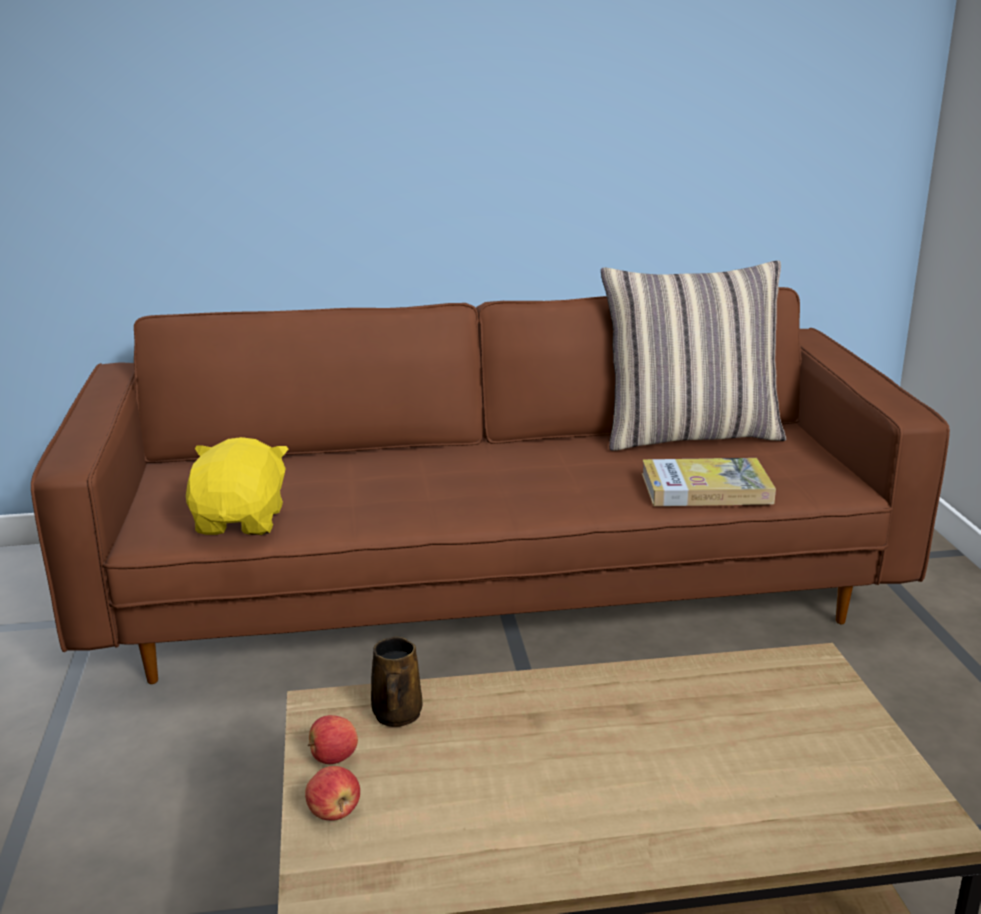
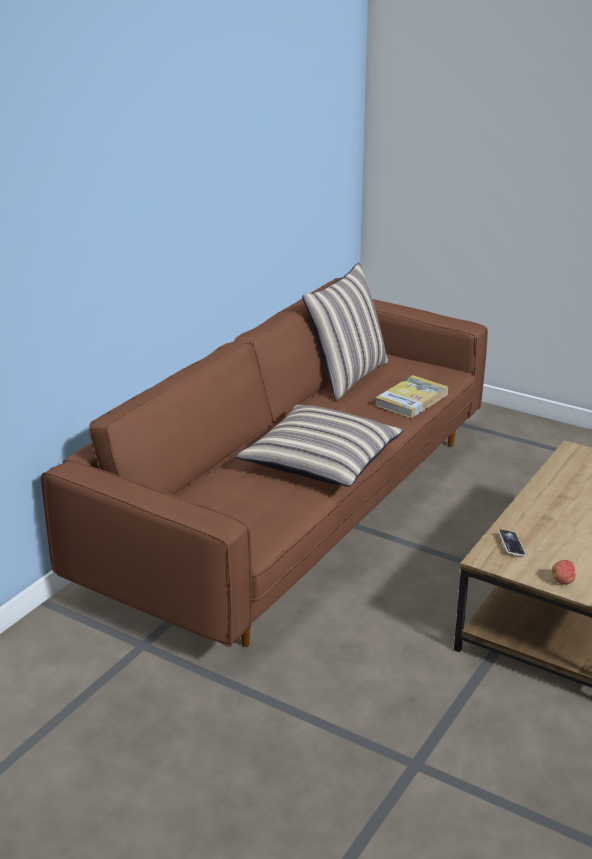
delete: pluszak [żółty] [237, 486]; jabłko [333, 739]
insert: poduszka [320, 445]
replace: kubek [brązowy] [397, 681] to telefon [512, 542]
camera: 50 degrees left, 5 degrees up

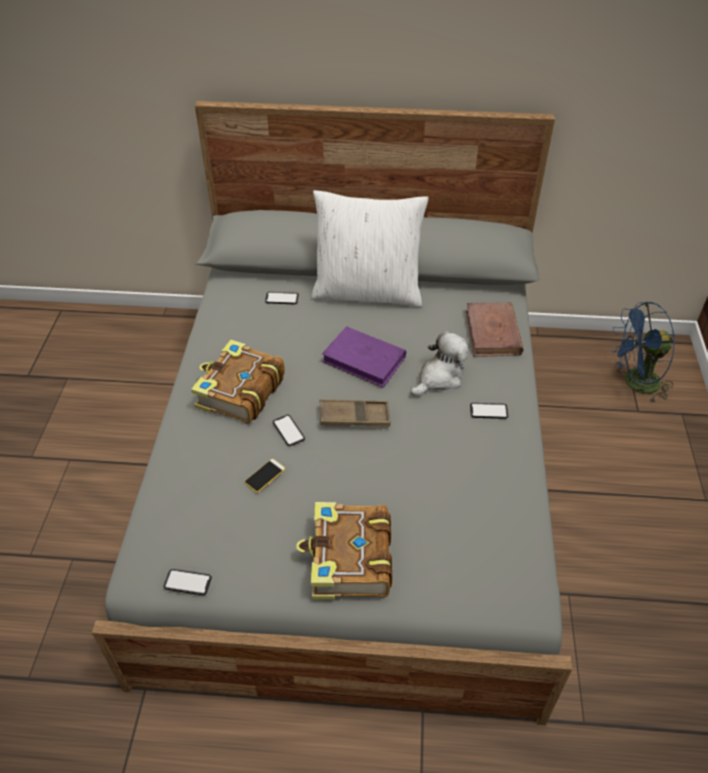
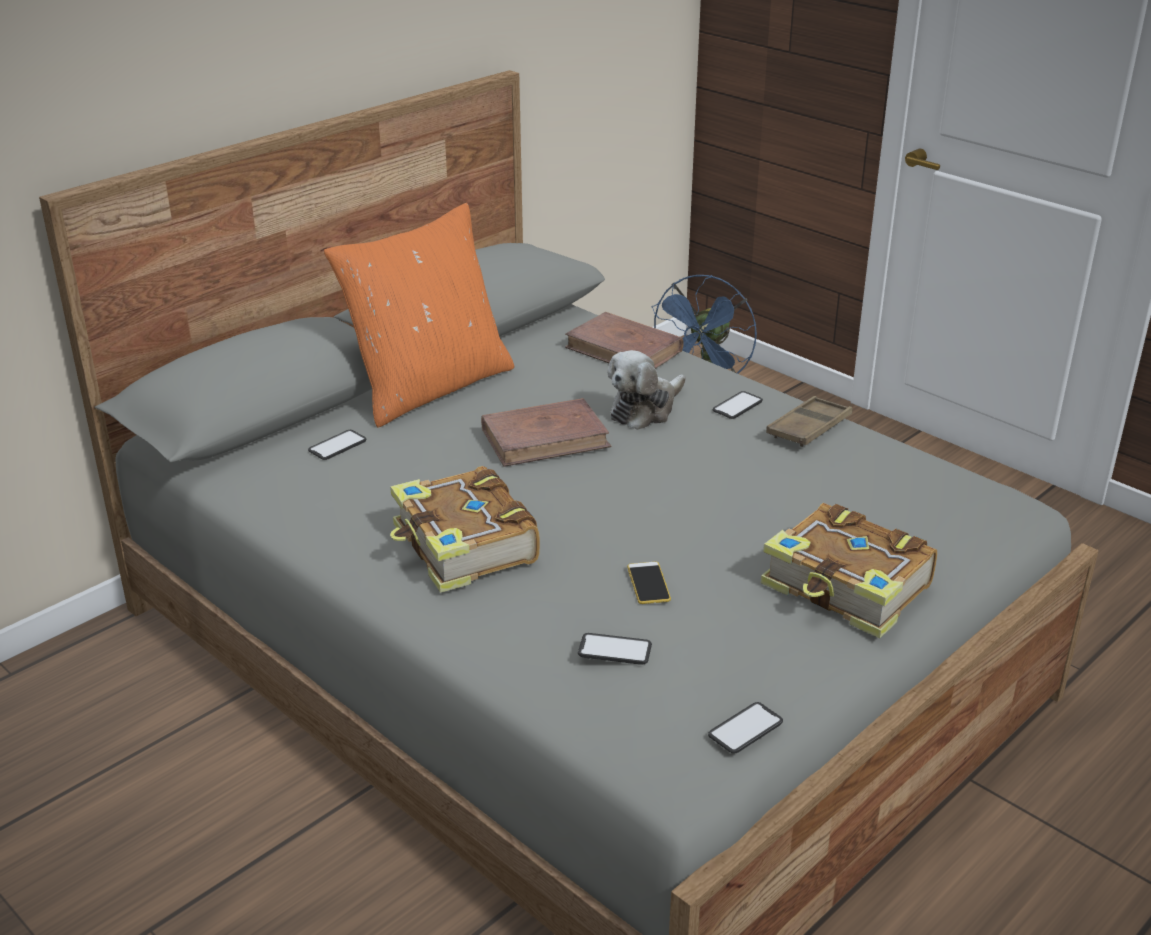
move: telefon [289, 430] to [615, 649]; taca [brązowy] [355, 412] to [809, 421]
recolor: poduszka [biały] [370, 248] to poduszka [pomarańczowy] [419, 315]; książka [fioletowy] [364, 357] to książka [brązowy] [546, 432]
rotate: pluszak [439, 364] = [647, 390] 135 degrees counterclockwise
camera: 50 degrees left, 15 degrees down

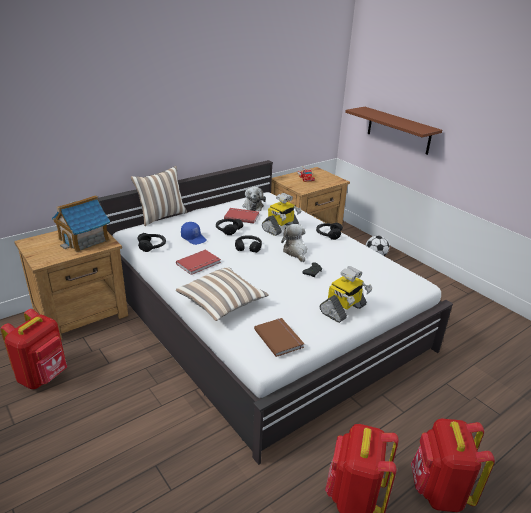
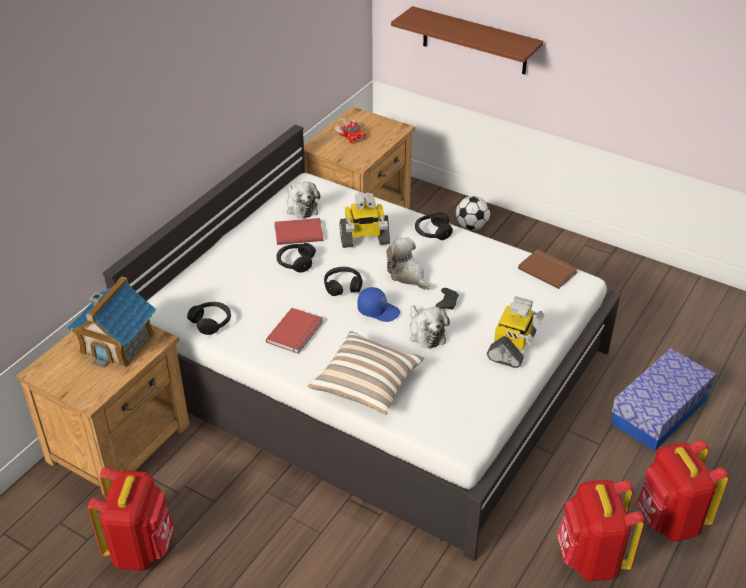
delete: poduszka [159, 196]
insert: pluszak [430, 327]; pojemnik do przechowywania [663, 399]
move: czapka z daszkiem [niebieski] [194, 233] to [378, 304]; książka [brązowy] [279, 337] to [548, 269]
rotate: robot zabawkowy [282, 214] = [365, 220] 60 degrees clockwise
camera: 20 degrees left, 10 degrees up

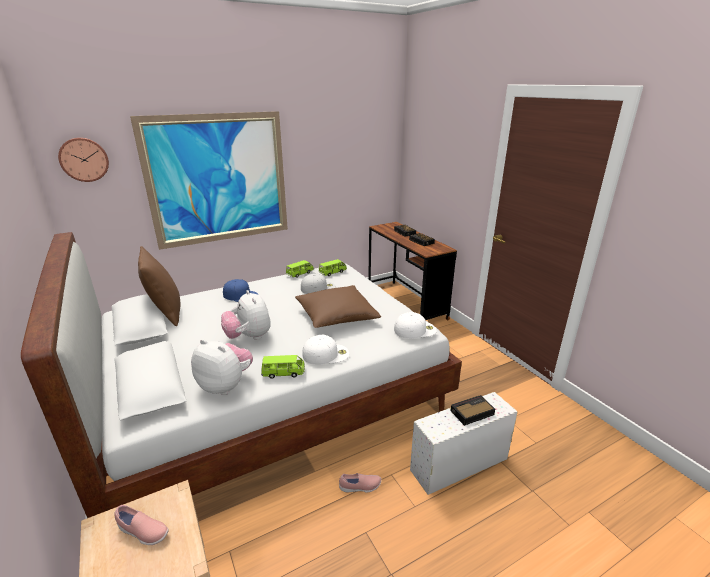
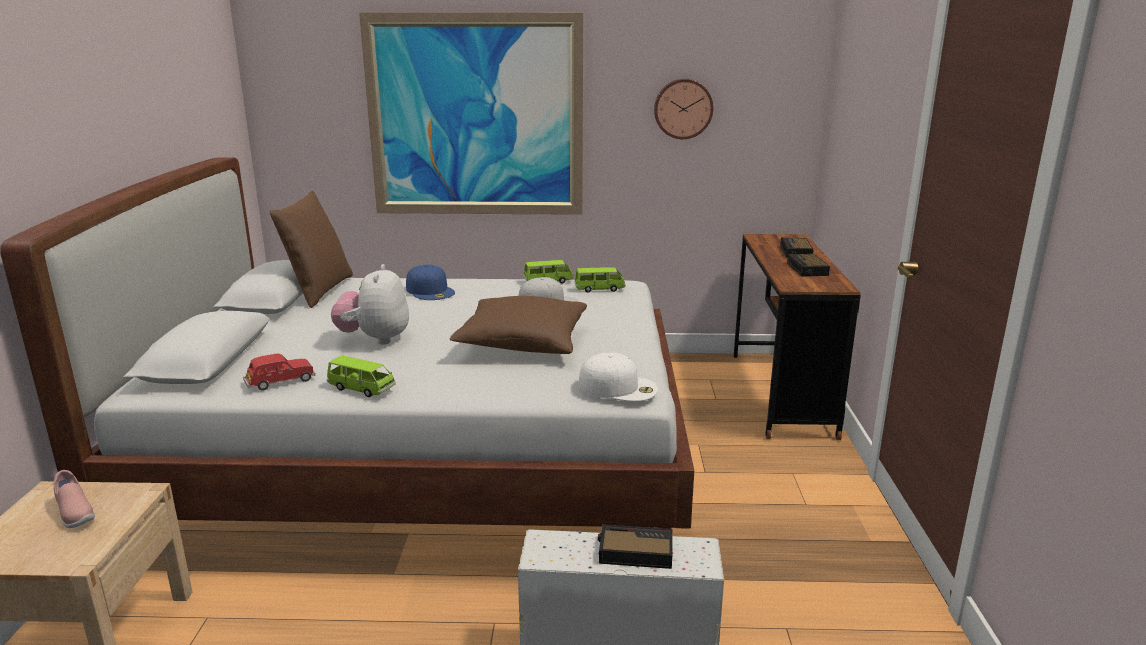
delete: czapka z daszkiem [biały] [325, 350]; but [różowy] [360, 483]
move: zegar ścienny [83, 159] to [683, 109]
replace: pluszak [222, 367] to samochodzik [czerwony] [279, 372]
camera: 30 degrees right, 5 degrees down

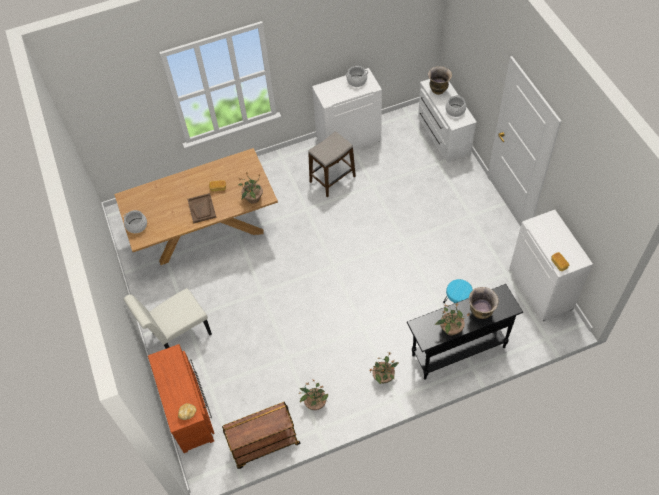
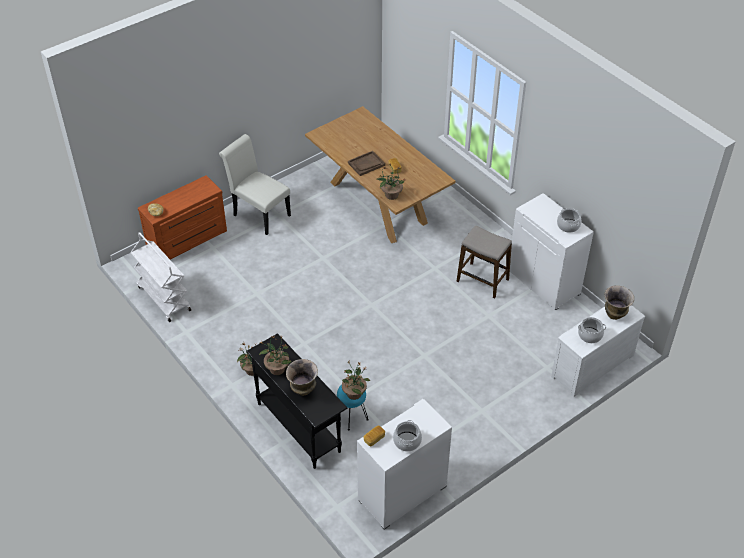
move: garnek [135, 221] to [407, 436]; roślina doniczkowa [313, 394] to [356, 380]
recolor: wózek [brązowy] [261, 435] to wózek [biały] [160, 277]
camera: 70 degrees right, 10 degrees down

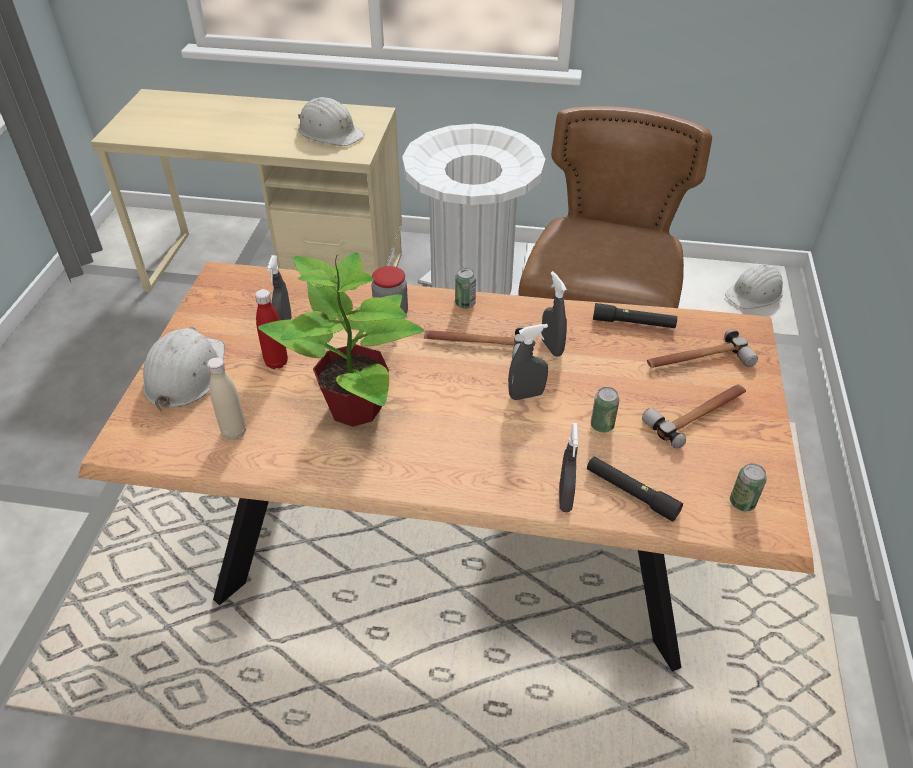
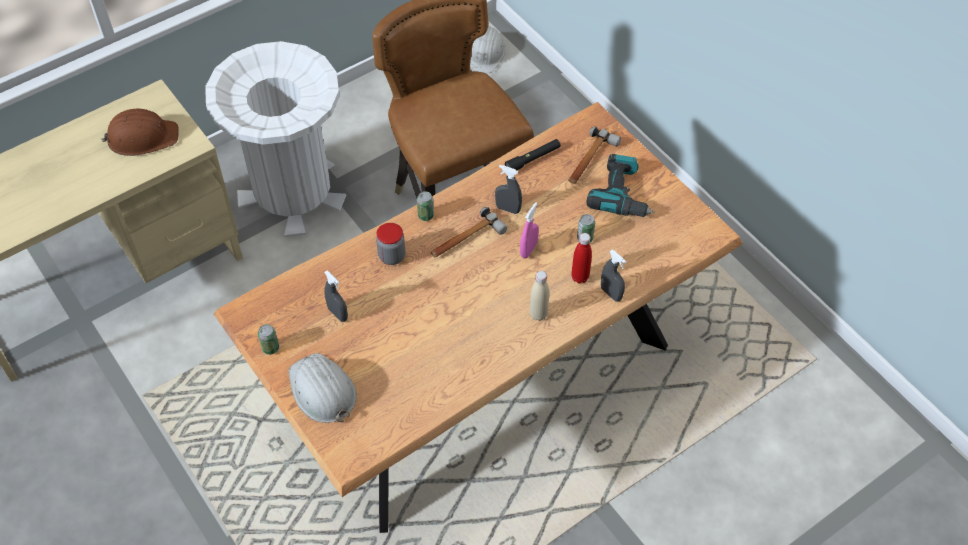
delete: roślina doniczkowa [341, 339]; latarka [czarny] [635, 489]
move: butelka [beżowy] [226, 398] to [539, 296]; butelka [czerwony] [271, 329] to [581, 258]; puszka [748, 487] to [268, 339]
replace: młotek [694, 416] to wiertarka [620, 185]
recolor: kask [biały] [331, 121] to kask [brązowy] [140, 132]; spryskiwacz [szary] [528, 362] to spryskiwacz [różowy] [529, 230]
camera: 45 degrees left, 10 degrees up

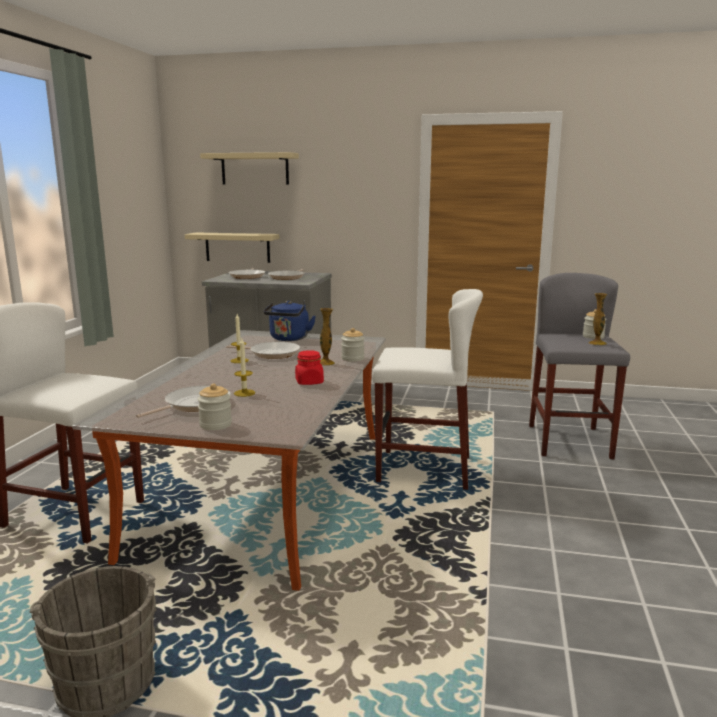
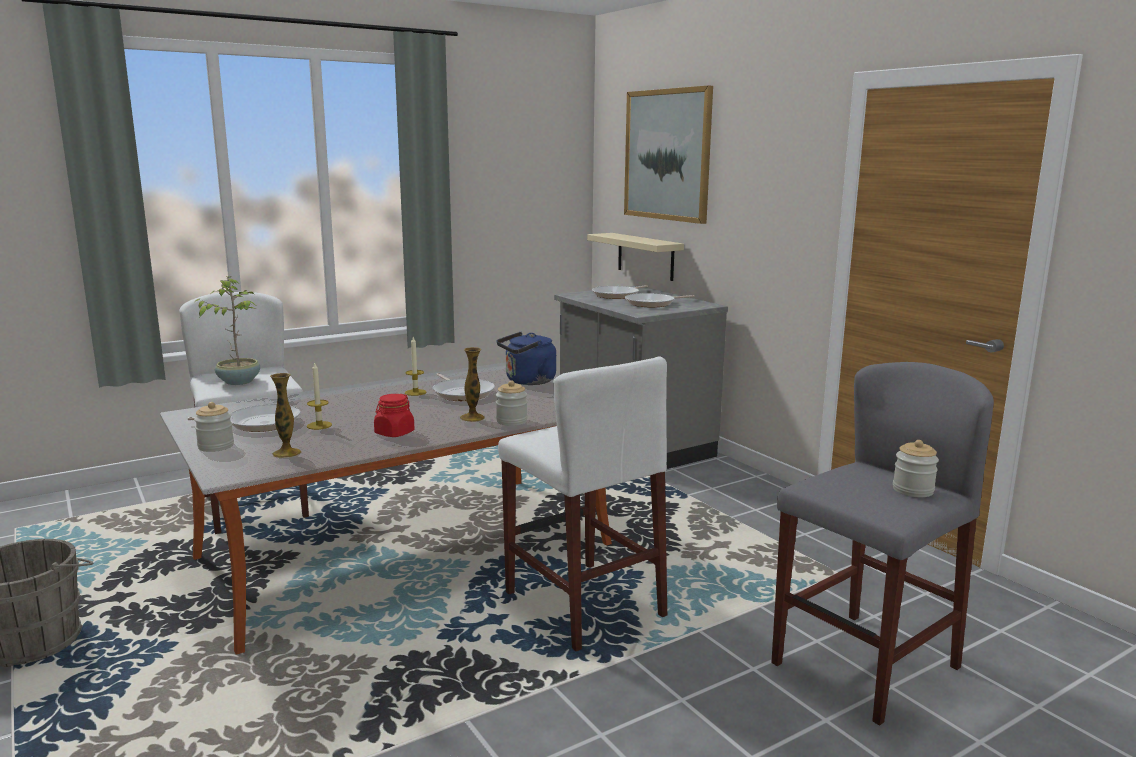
insert: roślina doniczkowa [227, 330]
move: wazon [598, 319] to [285, 415]
replace: półka [beżowy] [249, 168] to obraz [668, 155]
camera: 45 degrees right, 0 degrees up

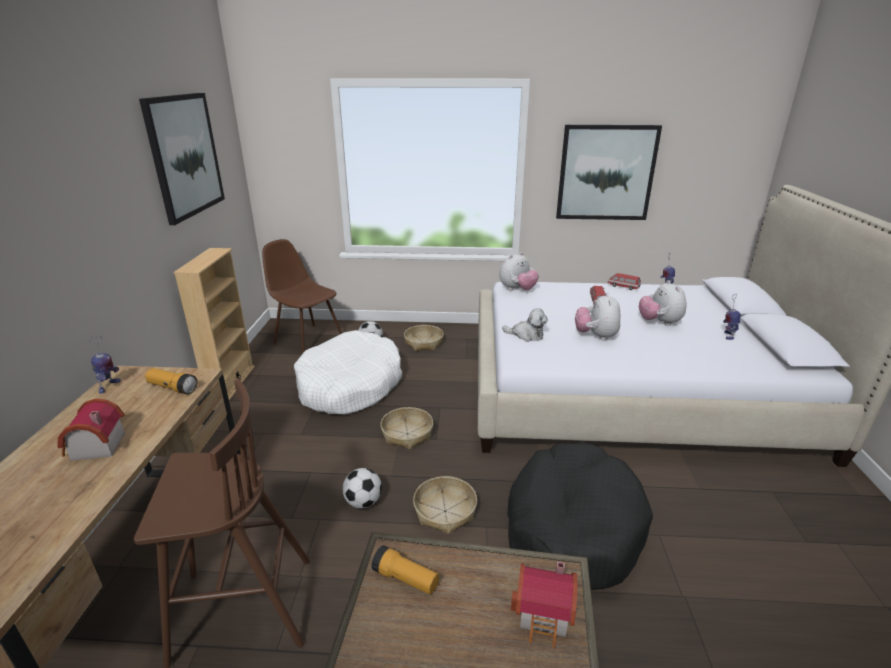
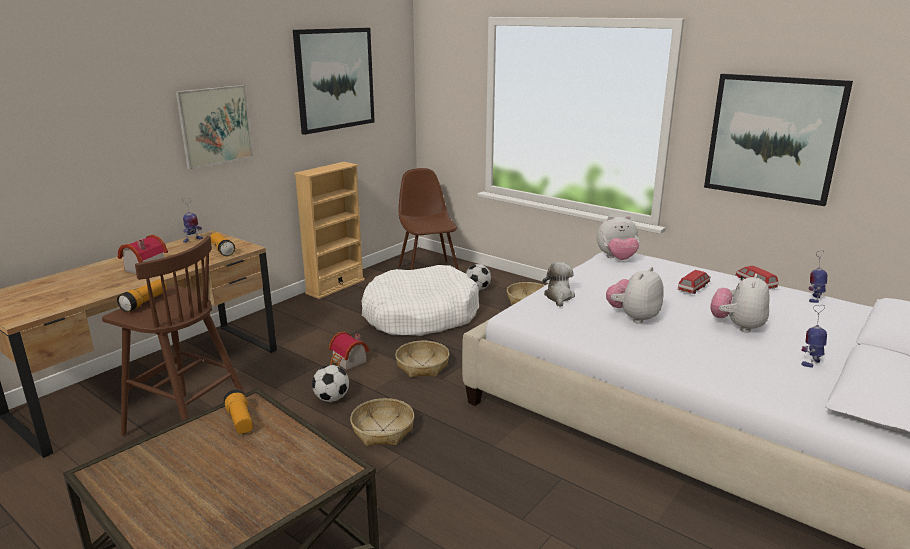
delete: legowisko [czarny] [580, 516]
insert: latarka [142, 295]; obraz [214, 127]
move: domek [544, 604] to [349, 351]
rotate: pluszak [525, 325] = [558, 284] 135 degrees counterclockwise
camera: 35 degrees right, 5 degrees down

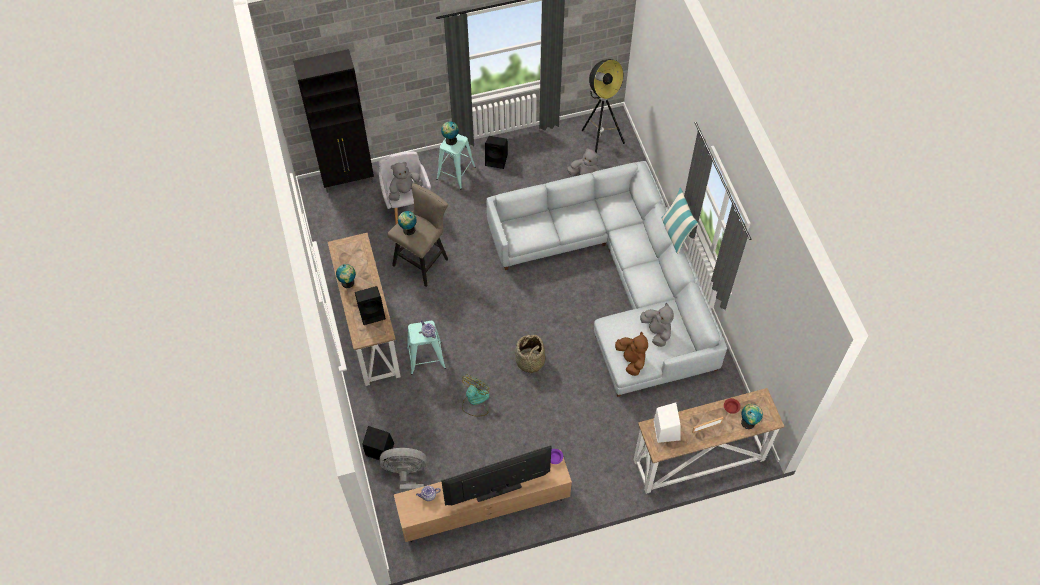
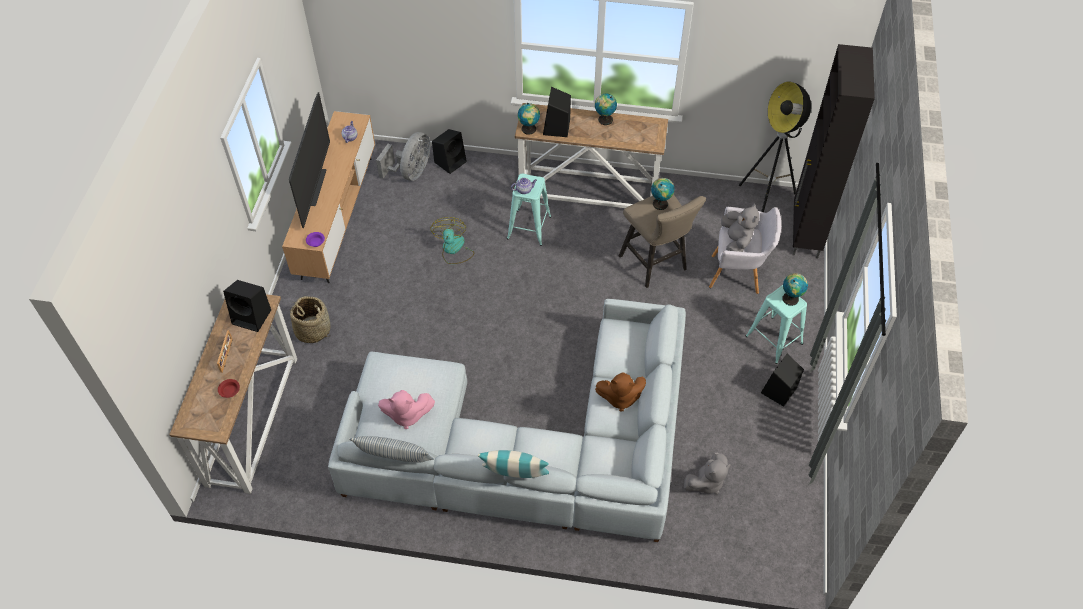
insert: poduszka [391, 449]
move: koszyk [530, 354] to [310, 319]; lampa stojąca [603, 106] to [775, 147]; pluszak [brązowy] [631, 354] to [620, 392]; globus [752, 416] to [529, 118]
recolor: pluszak [szary] [657, 325] to pluszak [różowy] [406, 409]; głośnik [biały] [667, 422] to głośnik [czarny] [247, 306]
rotate: wentylator [476, 395] = [452, 240] 150 degrees counterclockwise
camera: 115 degrees right, 5 degrees down

